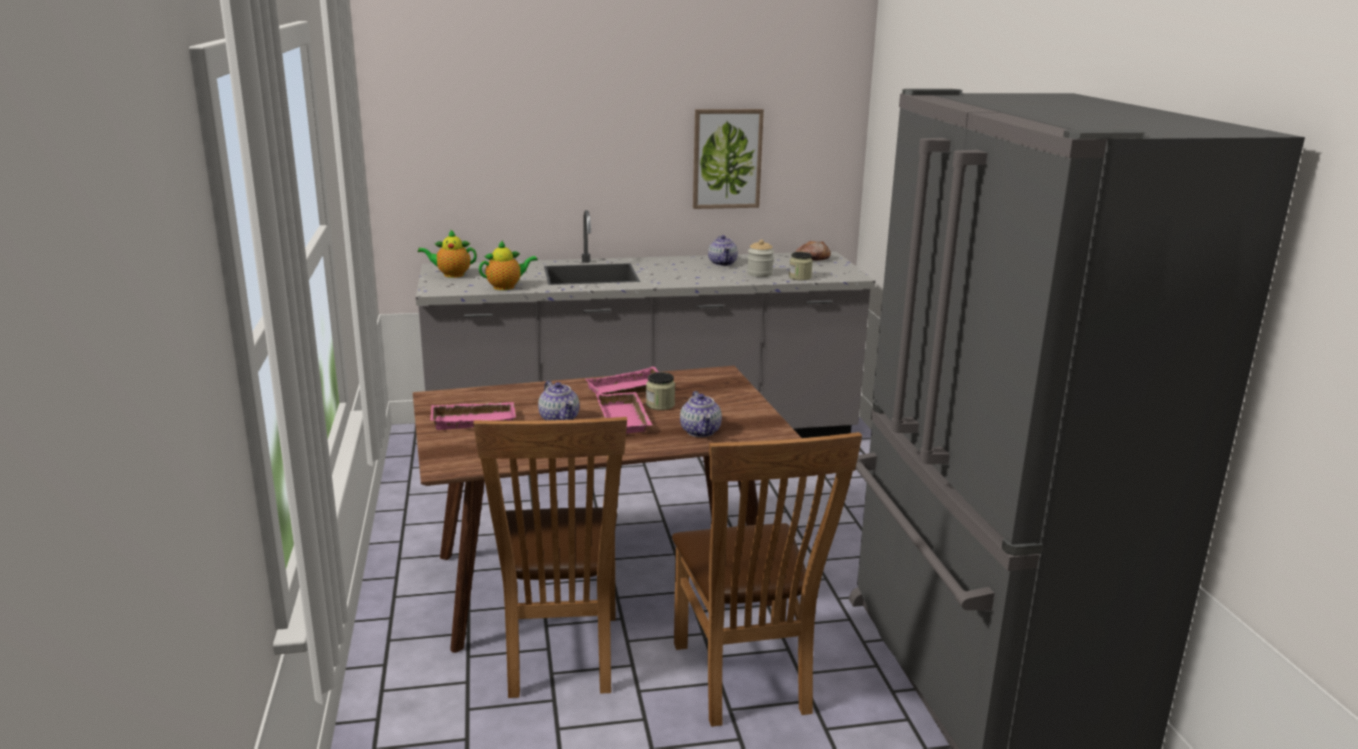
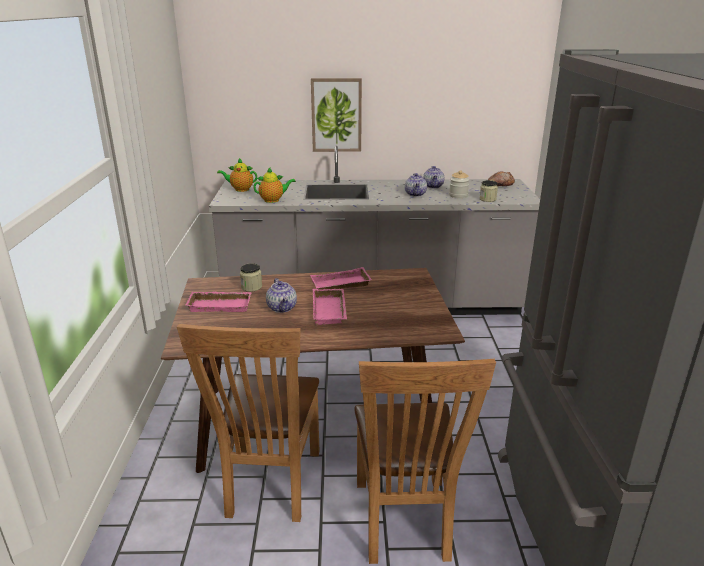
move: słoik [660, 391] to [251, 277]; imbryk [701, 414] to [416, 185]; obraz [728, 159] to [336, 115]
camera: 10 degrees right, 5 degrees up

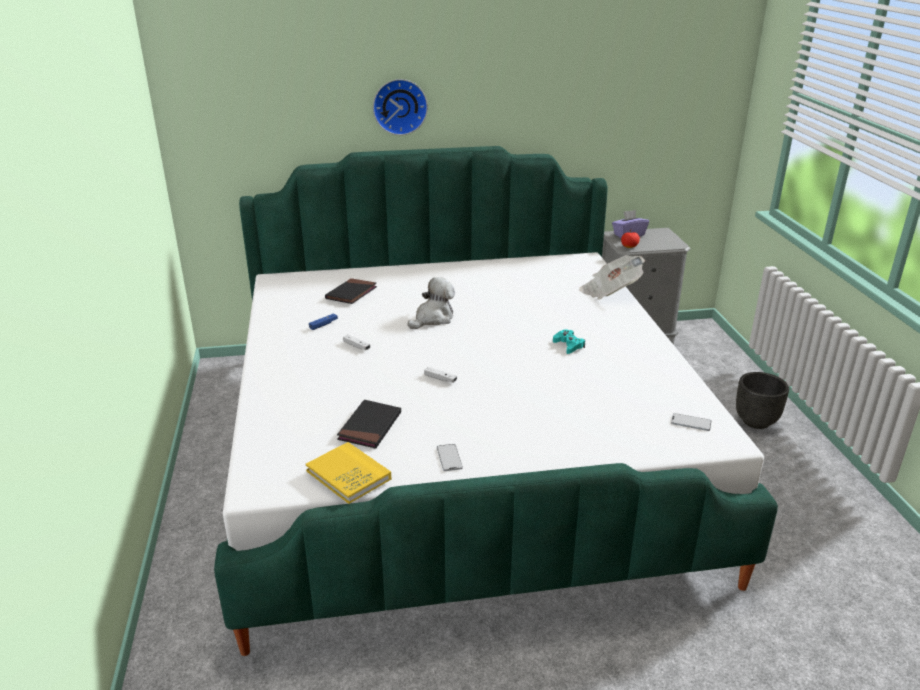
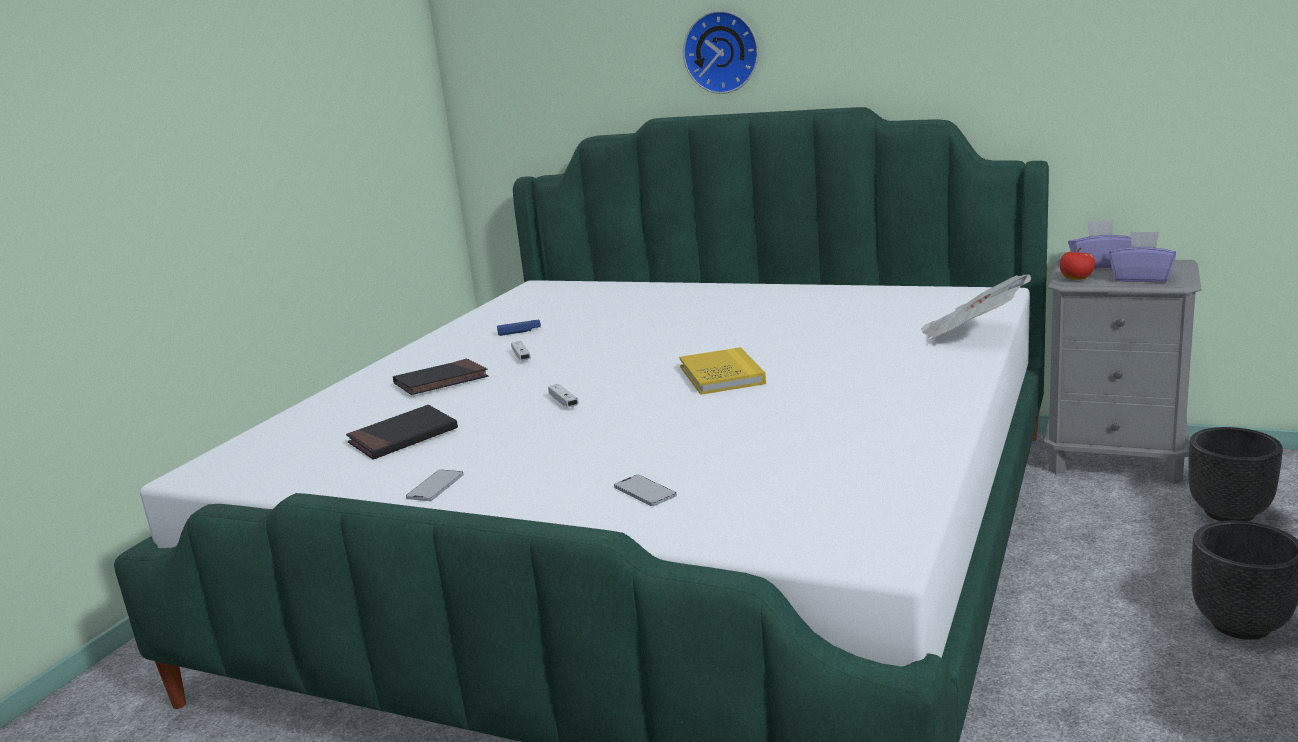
delete: pluszak [431, 303]; pad do gier [turkusowy] [569, 341]
insert: pudełko chusteczek [fioletowy] [1142, 256]; donica [czarny] [1235, 474]
move: książka [żółty] [348, 473] to [723, 371]; książka [czarny] [351, 291] to [440, 377]; telefon [691, 422] to [645, 490]
camera: 35 degrees right, 10 degrees down

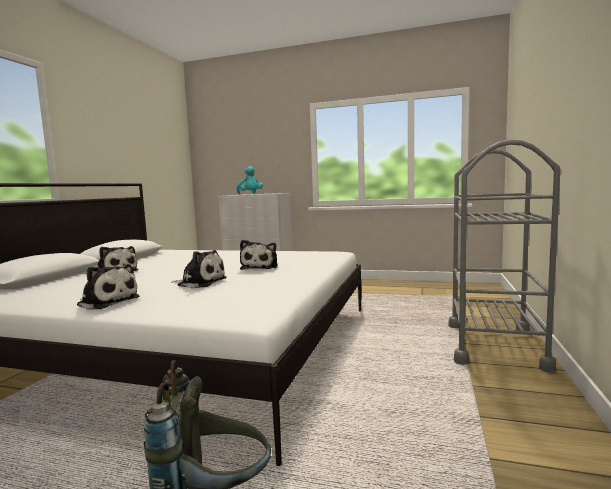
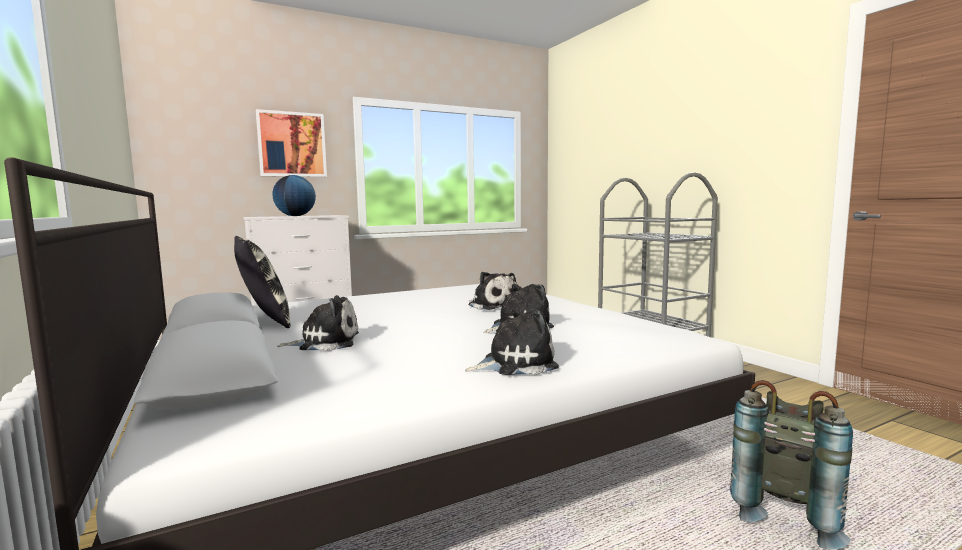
insert: poduszka [262, 282]; obraz [291, 143]
replace: pluszak [turkusowy] [250, 180] to globus [294, 195]
camera: 45 degrees left, 0 degrees up

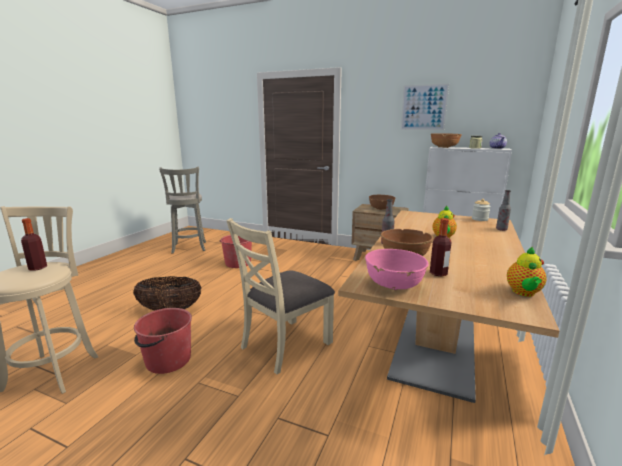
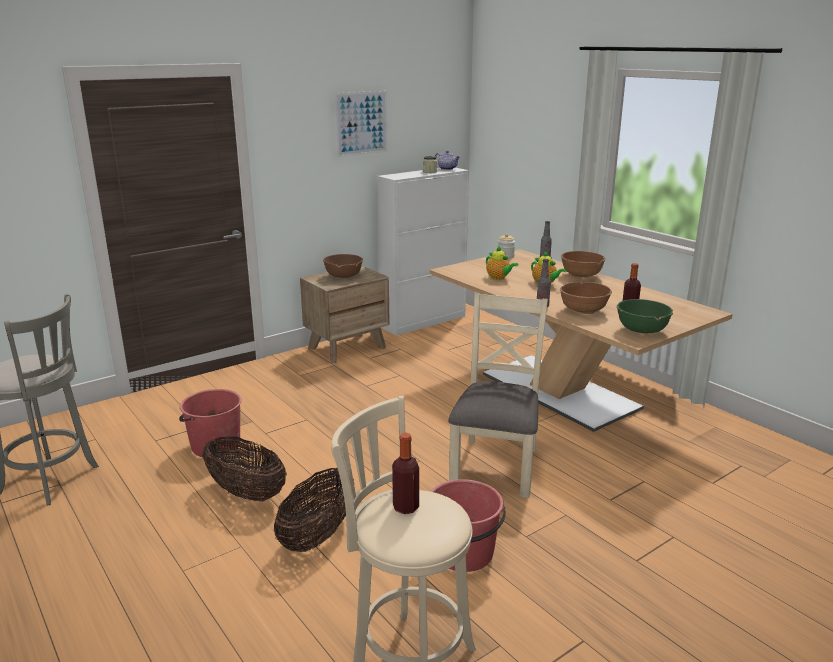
insert: koszyk [244, 468]
move: miska [brązowy] [446, 140] to [583, 264]; imbryk [527, 272] to [502, 263]
recolor: miska [różowy] [397, 269] to miska [zielony] [645, 316]
rotate: krzesło [beżowy] [280, 296] = [498, 395] 150 degrees counterclockwise
camera: 60 degrees left, 5 degrees up

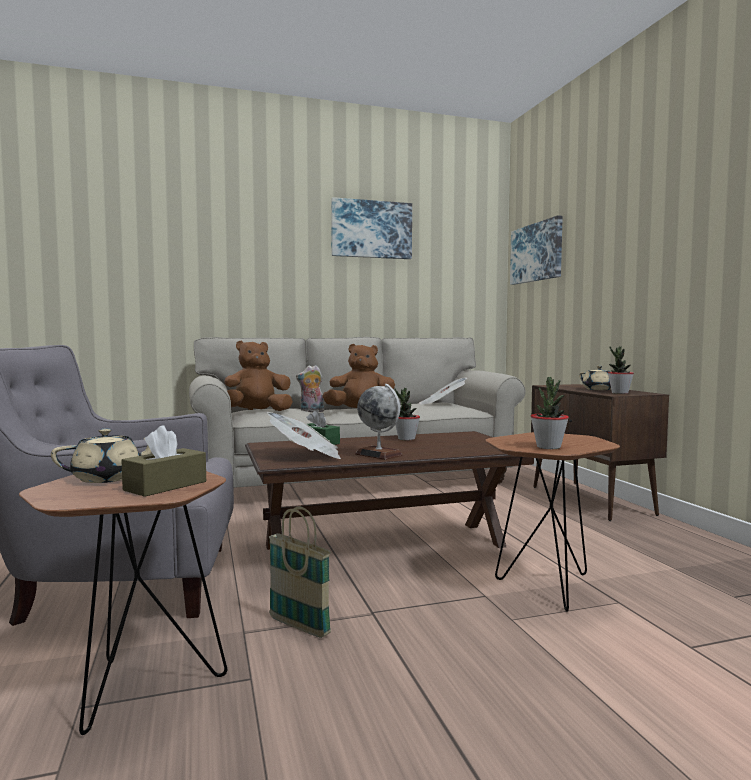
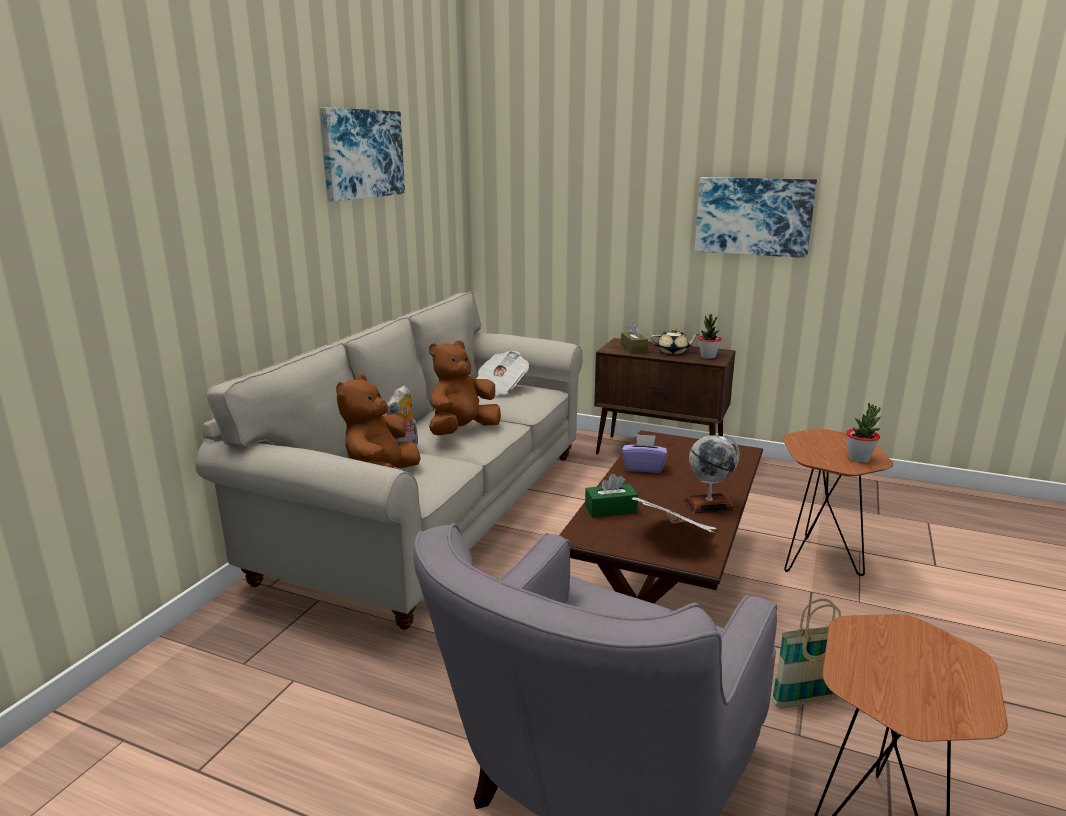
delete: imbryk [beżowy] [101, 455]
move: pudełko chusteczek [brązowy] [163, 461] to [634, 338]; obraz [536, 250] to [755, 217]
replace: roślina doniczkowa [407, 414] to pudełko chusteczek [fioletowy] [644, 453]
camera: 50 degrees left, 15 degrees up

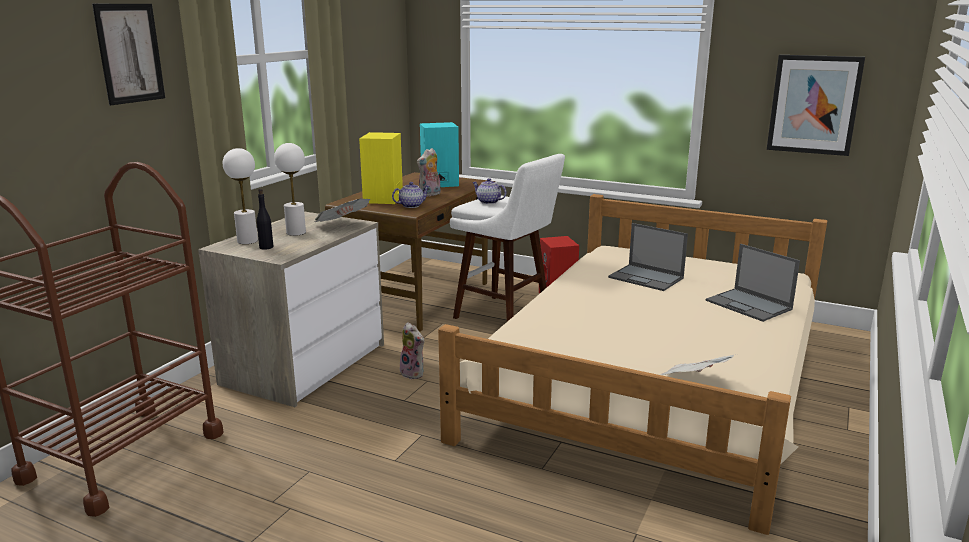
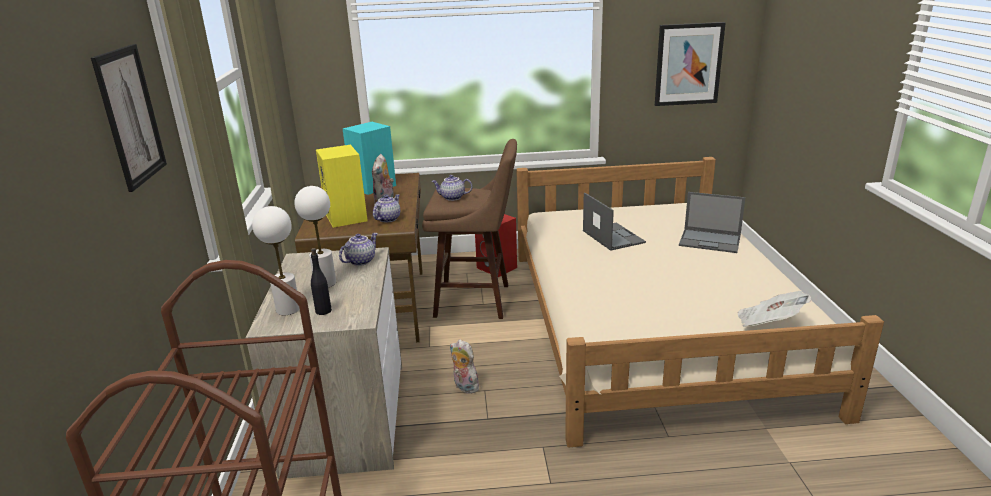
replace: gazeta [342, 210] to imbryk [358, 249]
recolor: stołek [biały] [507, 238] to stołek [brązowy] [469, 229]
rotate: pluszak [412, 350] = [464, 366] 150 degrees counterclockwise; laptop [648, 257] = [614, 222] 120 degrees counterclockwise
camera: 30 degrees left, 5 degrees up

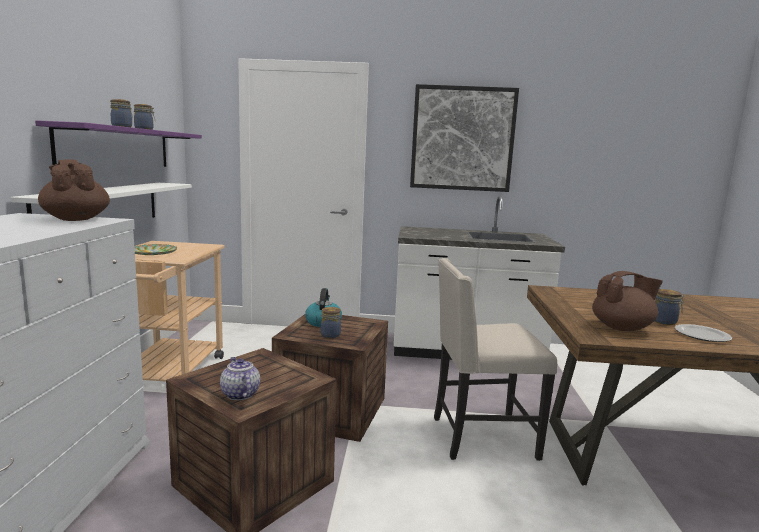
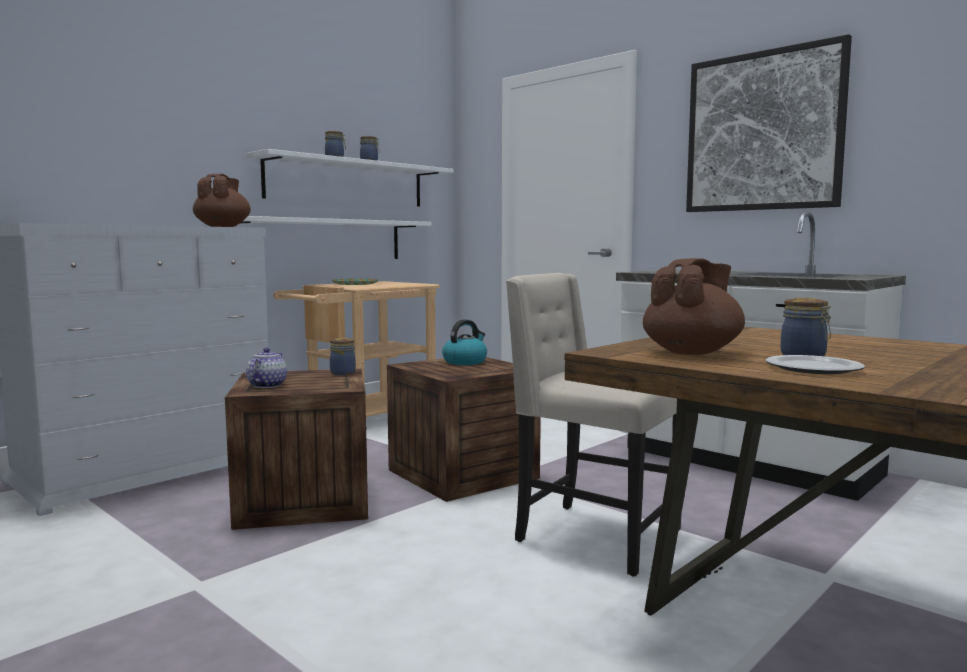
move: słoik [331, 322] to [343, 356]
recolor: półka [fioletowy] [118, 143] to półka [biały] [349, 178]
rotate: imbryk [brązowy] [627, 301] = [694, 306] 75 degrees counterclockwise
camera: 40 degrees right, 5 degrees down

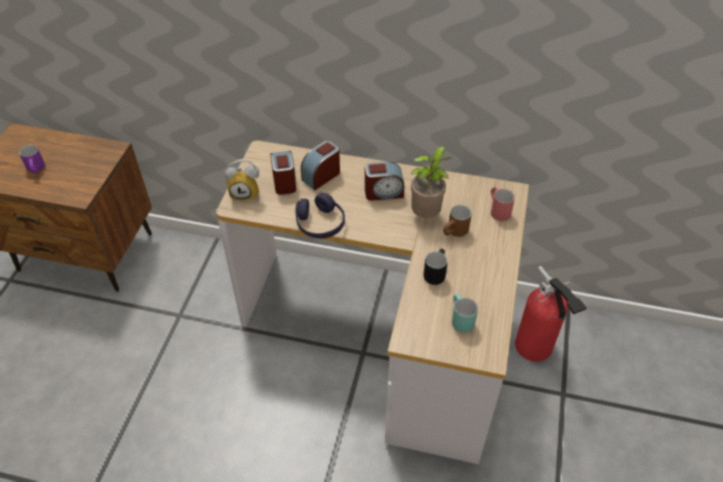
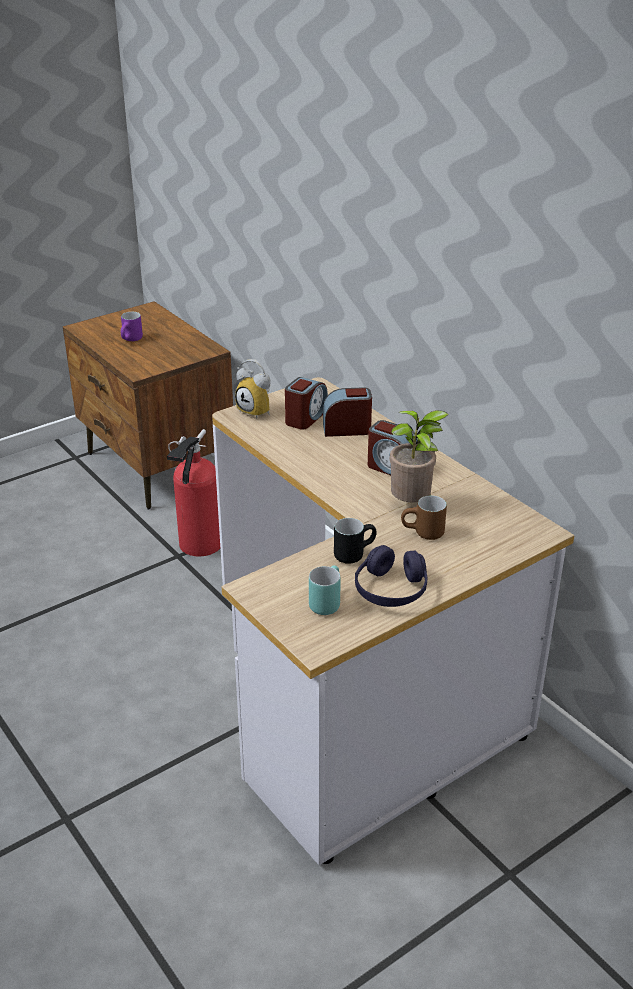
delete: kubek [czerwony] [502, 204]
move: słuchawki [fioletowy] [320, 216] to [391, 576]; gaśnica [551, 314] to [193, 492]
camera: 40 degrees right, 15 degrees down

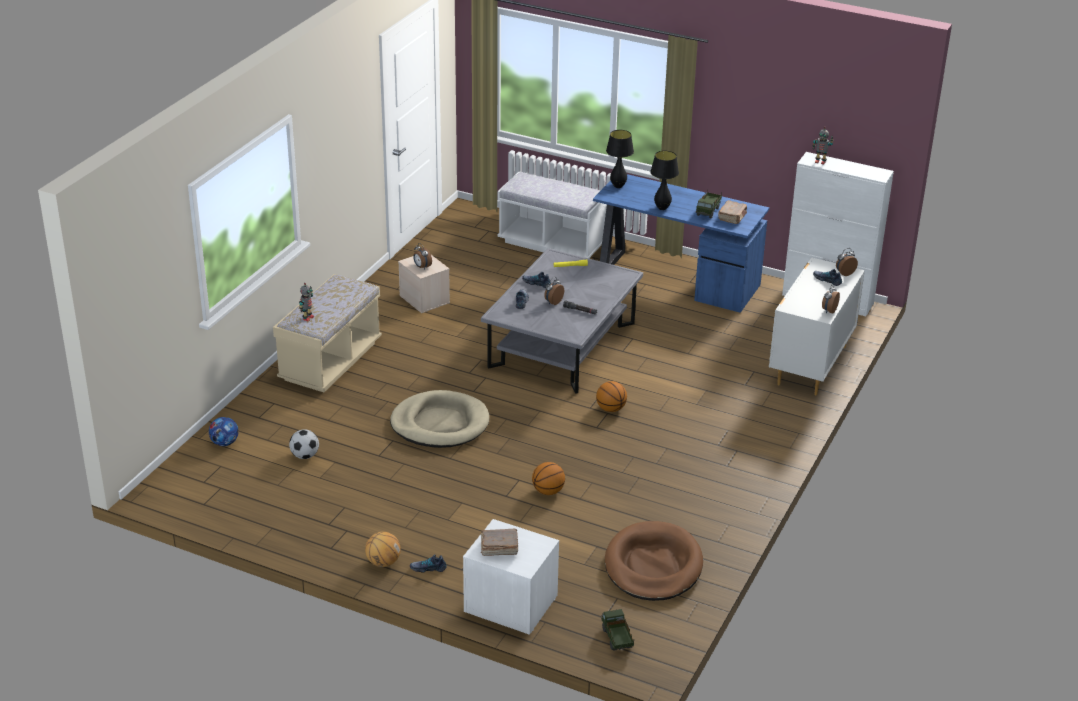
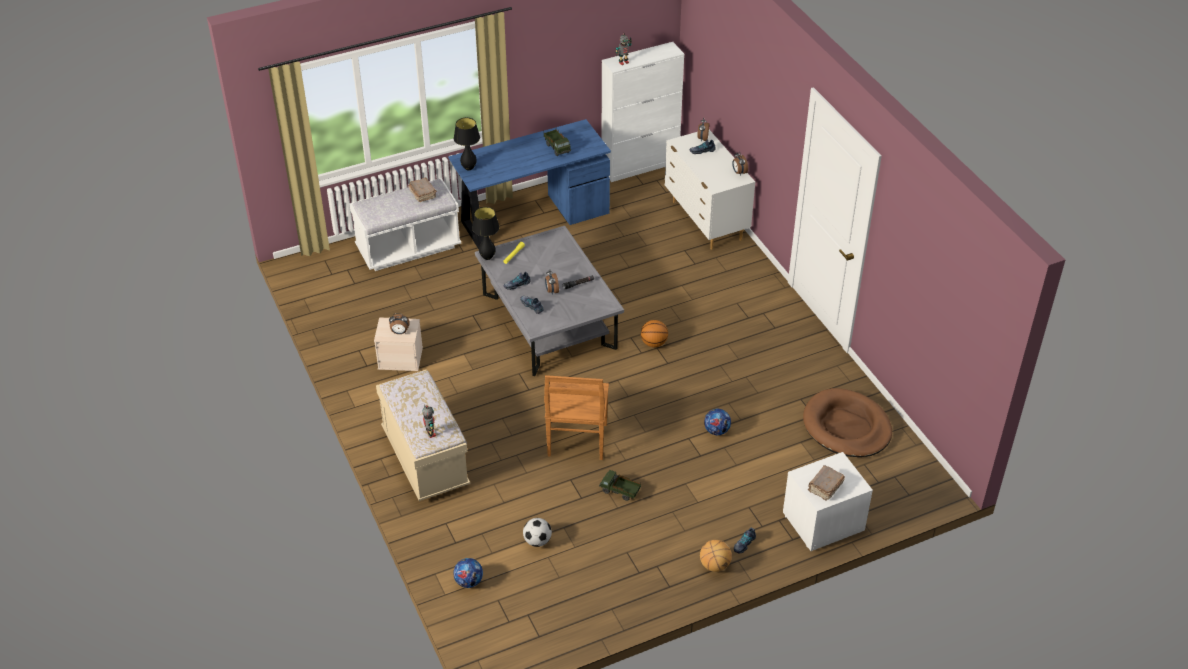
move: ciężarówka zabawkowa [617, 630] to [620, 485]; lampa stołowa [czarny] [664, 180] to [486, 233]; książka [brązowy] [732, 212] to [422, 190]
replace: legowisko [beżowy] [439, 419] to krzesło [brązowy] [576, 417]; piłka do koszykówki [548, 478] to piłka futbolowa [717, 422]
camera: 50 degrees left, 10 degrees up

